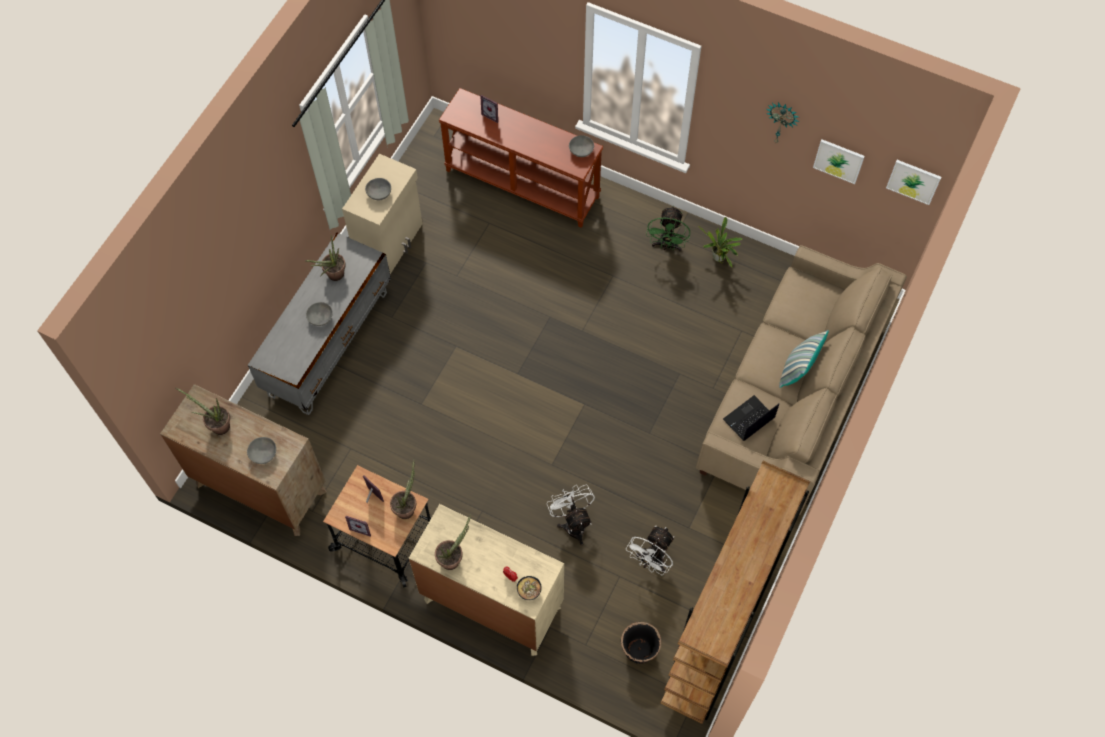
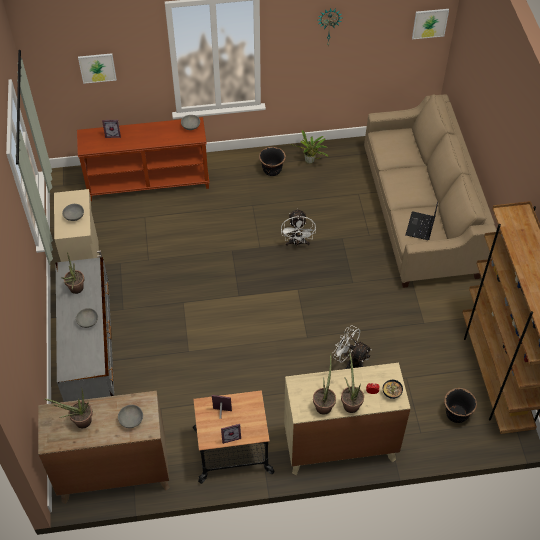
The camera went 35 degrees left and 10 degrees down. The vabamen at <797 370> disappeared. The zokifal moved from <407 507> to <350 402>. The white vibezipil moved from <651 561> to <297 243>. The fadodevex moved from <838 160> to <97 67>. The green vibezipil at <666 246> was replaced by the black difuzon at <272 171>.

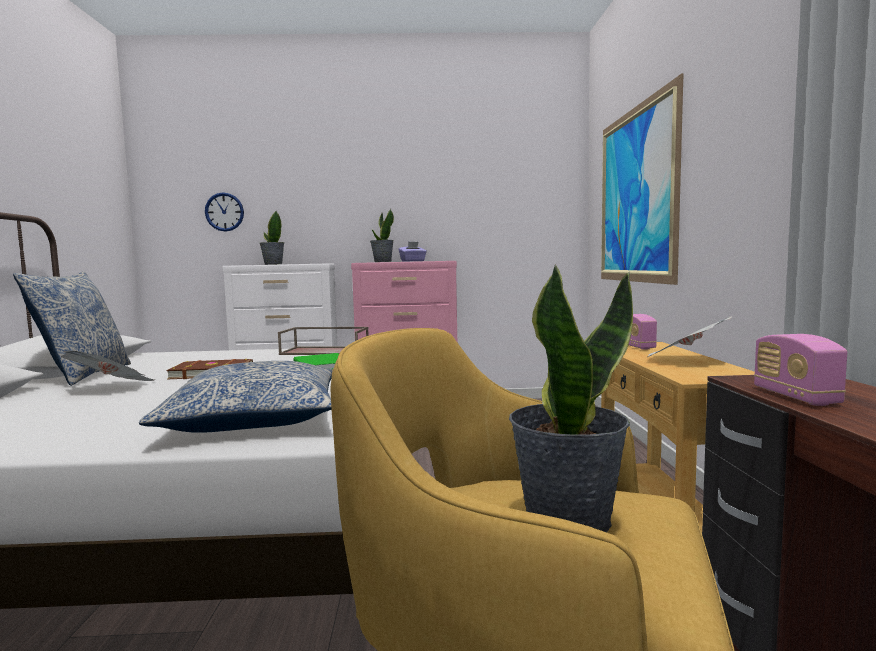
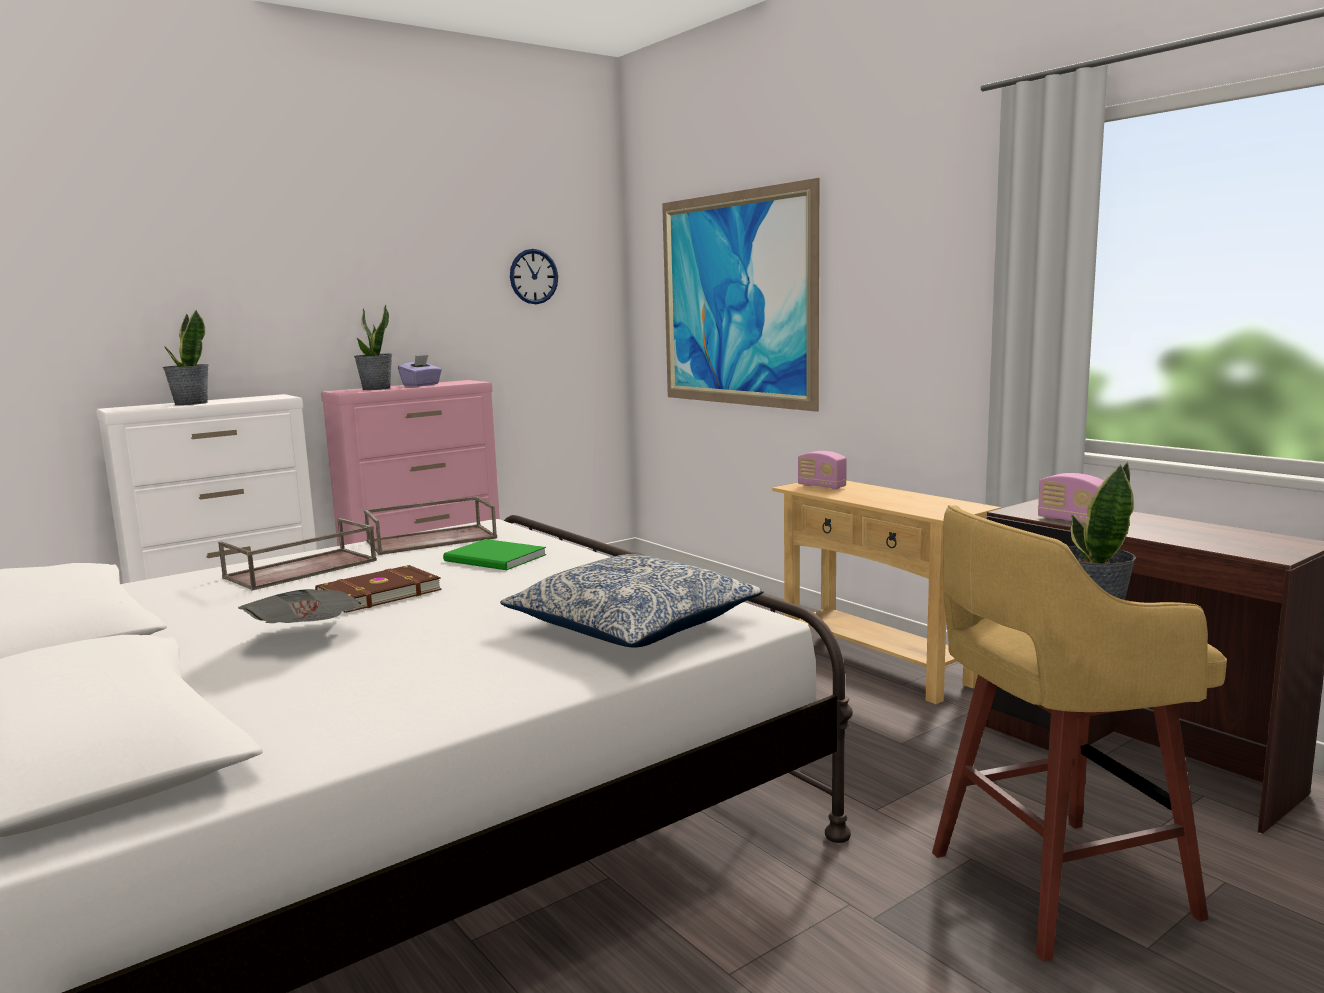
The camera went 35 degrees left and 5 degrees up. The vabamen at <83 375> disappeared. The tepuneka at <684 360> disappeared. The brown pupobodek at <300 570> appeared. The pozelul moved from <224 212> to <533 276>.

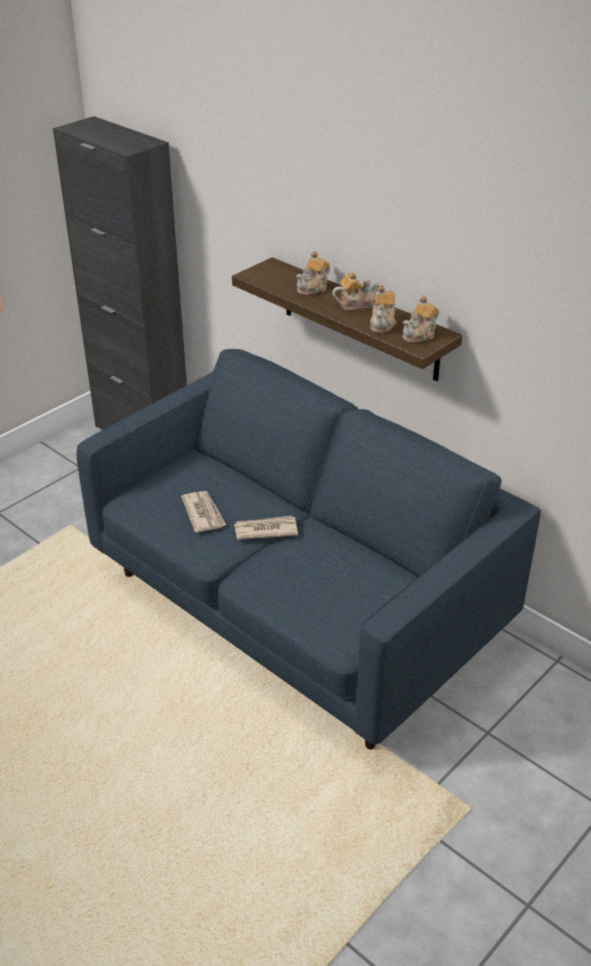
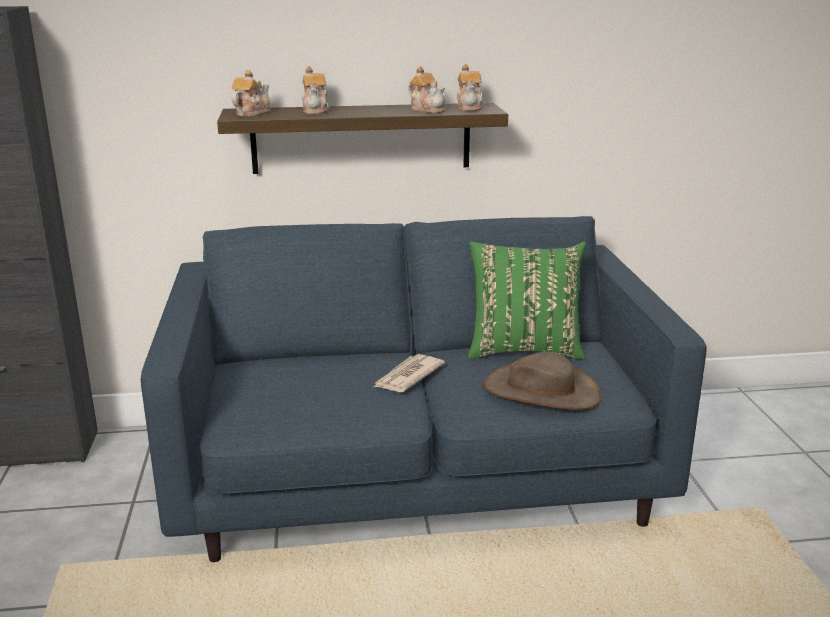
The camera went 50 degrees left and 15 degrees down. The tepuneka at <203 513> disappeared. The green vabamen at <524 350> appeared. The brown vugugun at <541 391> appeared. The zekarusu moved from <356 304> to <251 113>.

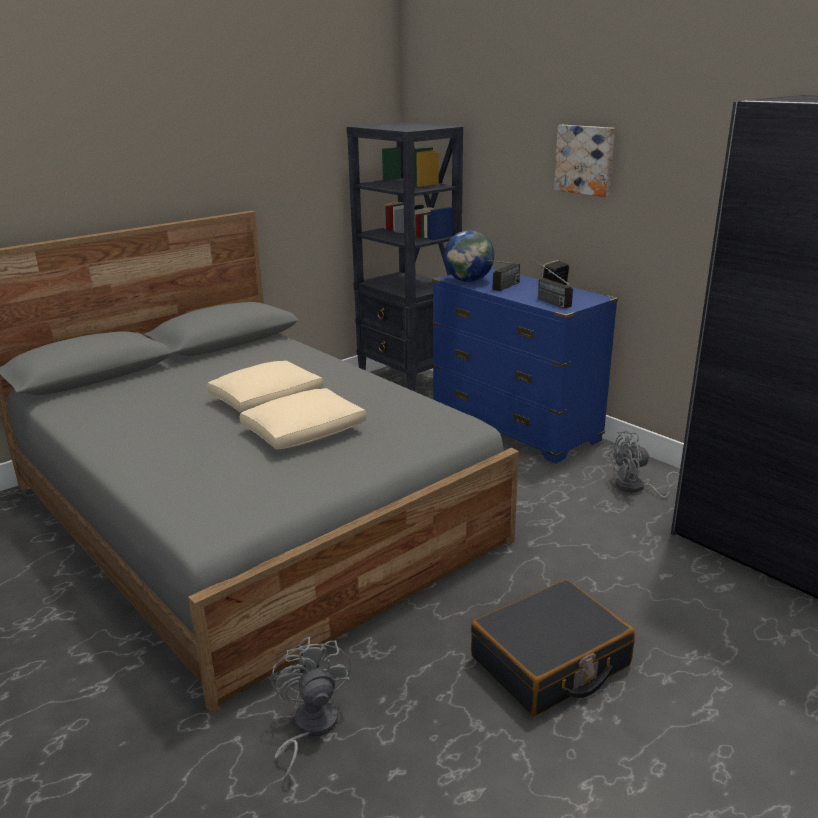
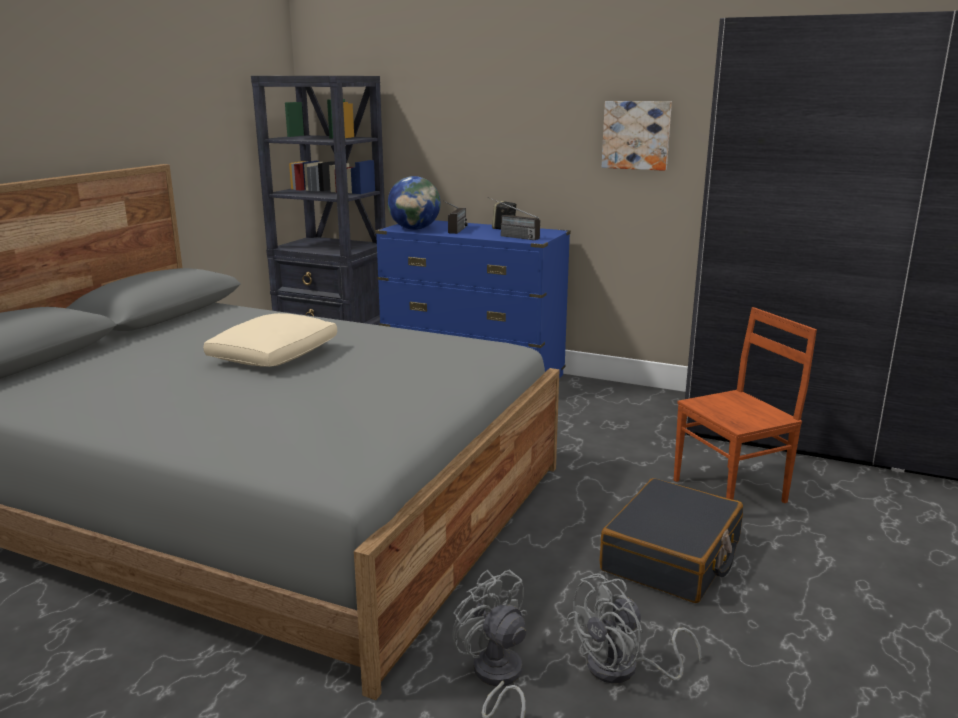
The camera went 25 degrees left and 5 degrees down. The beige vabamen at <303 433> disappeared. The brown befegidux at <731 491> appeared. The fadodevex moved from <585 159> to <636 135>. The grey vibezipil moved from <636 488> to <623 669>.

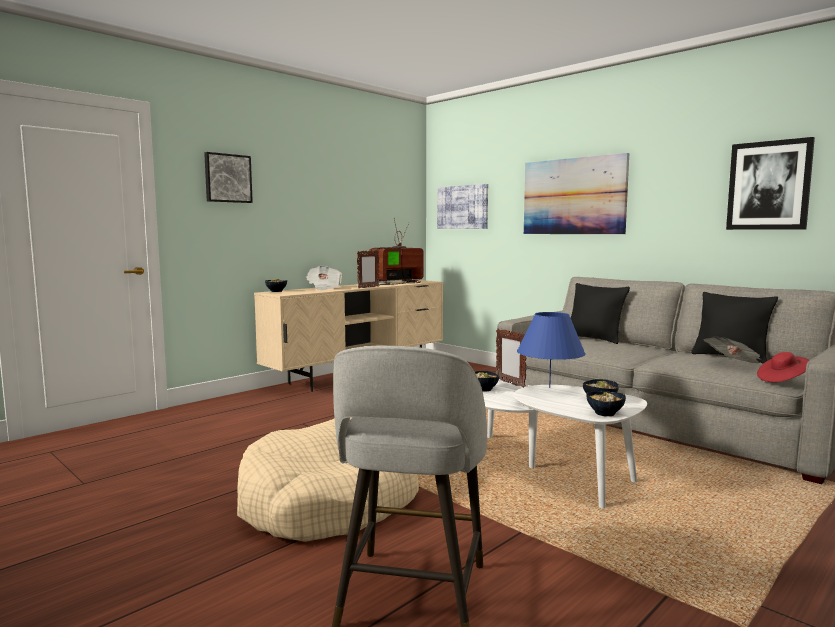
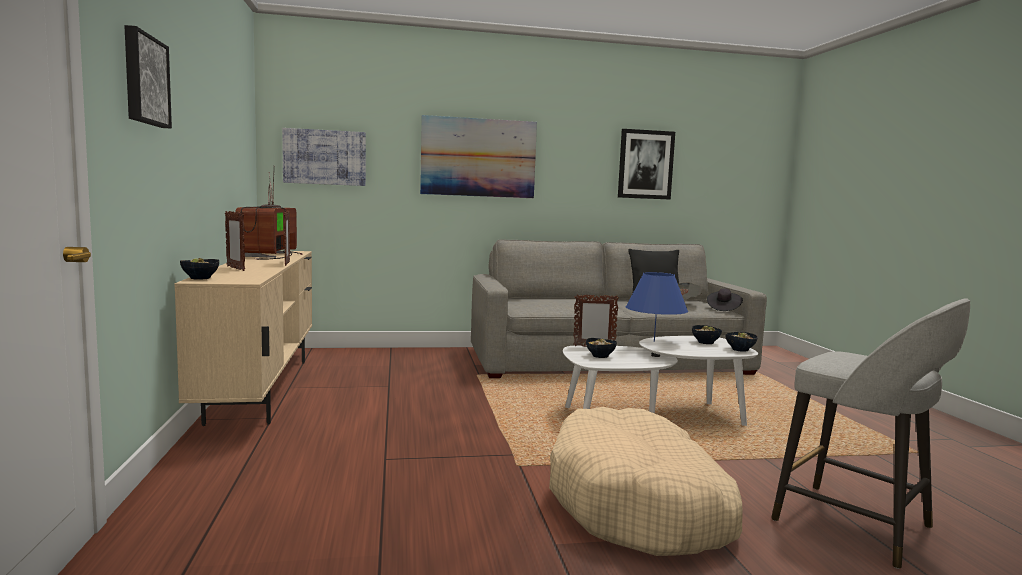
The camera went 55 degrees left and 0 degrees up. The black vabamen at <594 339> disappeared. The tepuneka at <324 288> was replaced by the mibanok at <235 268>. The red vugugun at <783 380> became the black vugugun at <723 308>.

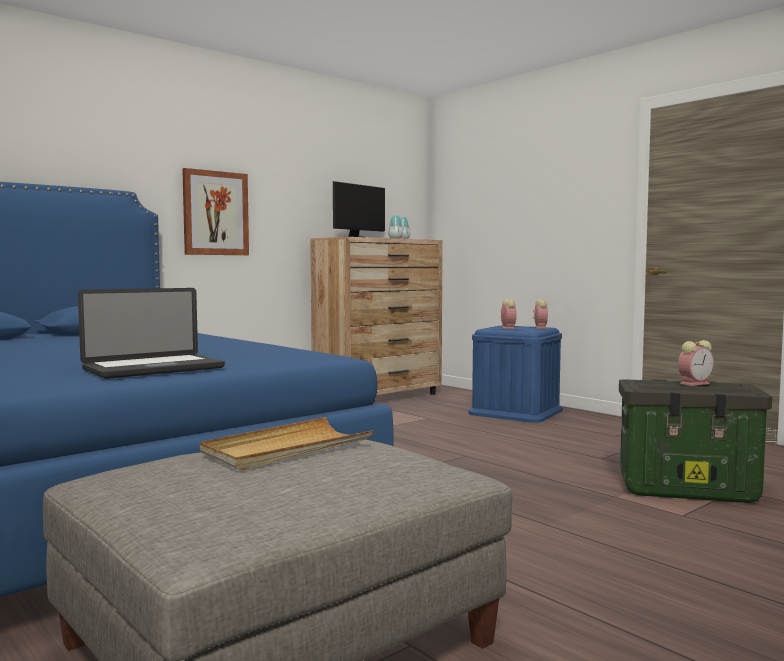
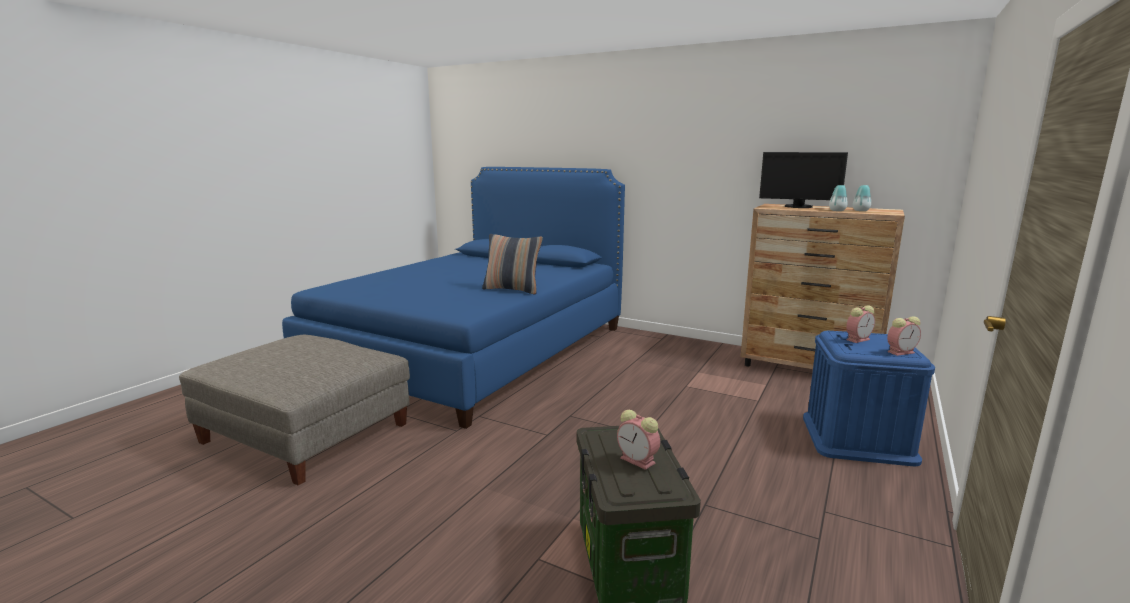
The camera went 70 degrees right and 10 degrees up. The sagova at <154 369> disappeared. The fadodevex at <215 213> disappeared. The beige pupobodek at <287 449> disappeared. The vabamen at <512 290> appeared.

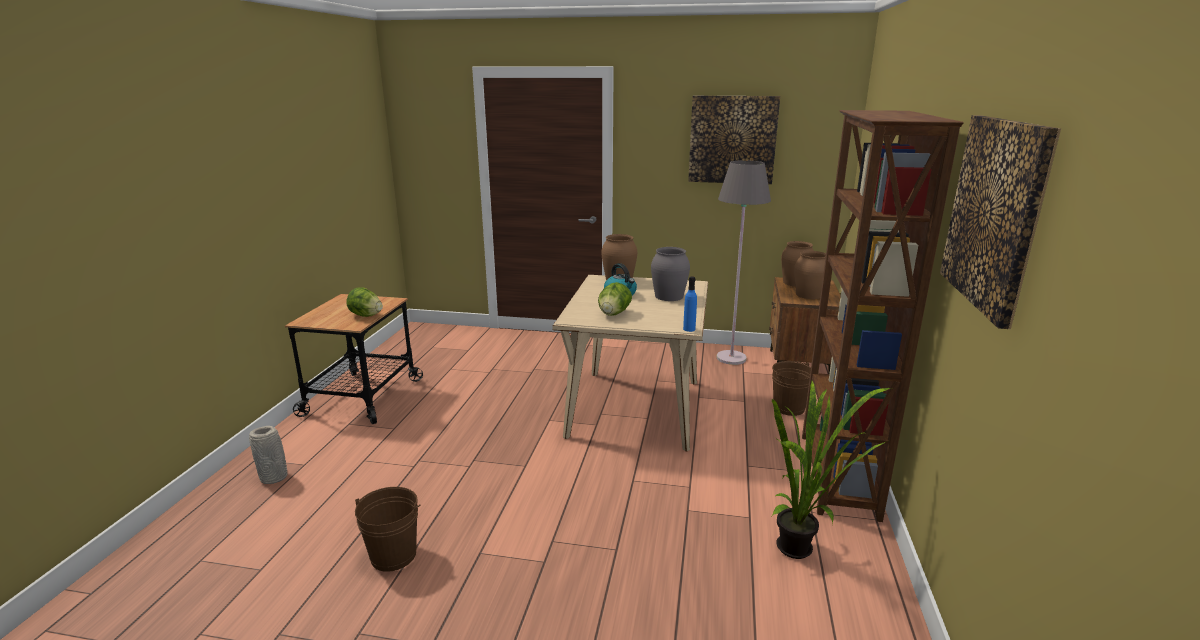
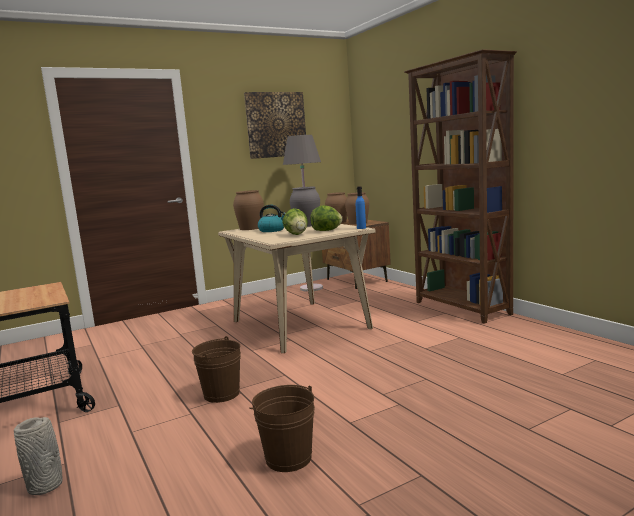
The camera went 40 degrees left and 10 degrees down. The zokifal at <802 552> disappeared. The fadodevex at <995 214> disappeared. The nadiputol moved from <366 315> to <327 230>. The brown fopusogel moved from <789 408> to <221 394>.

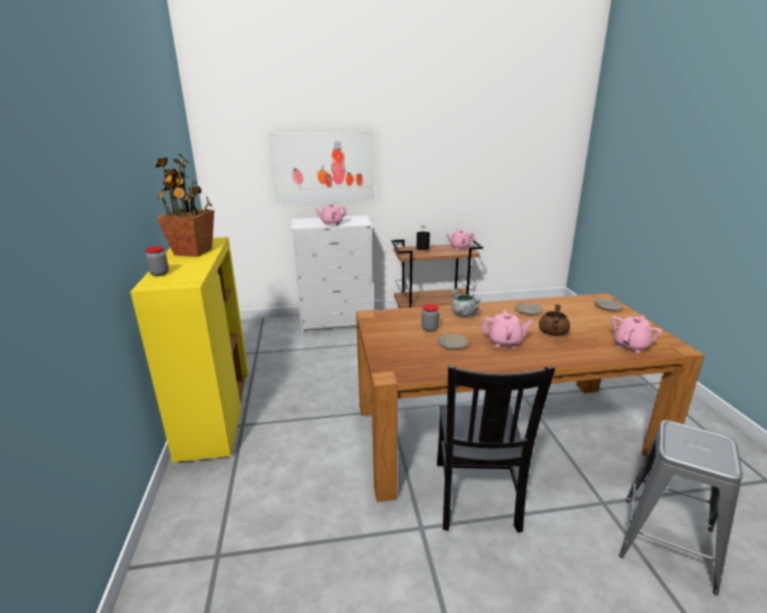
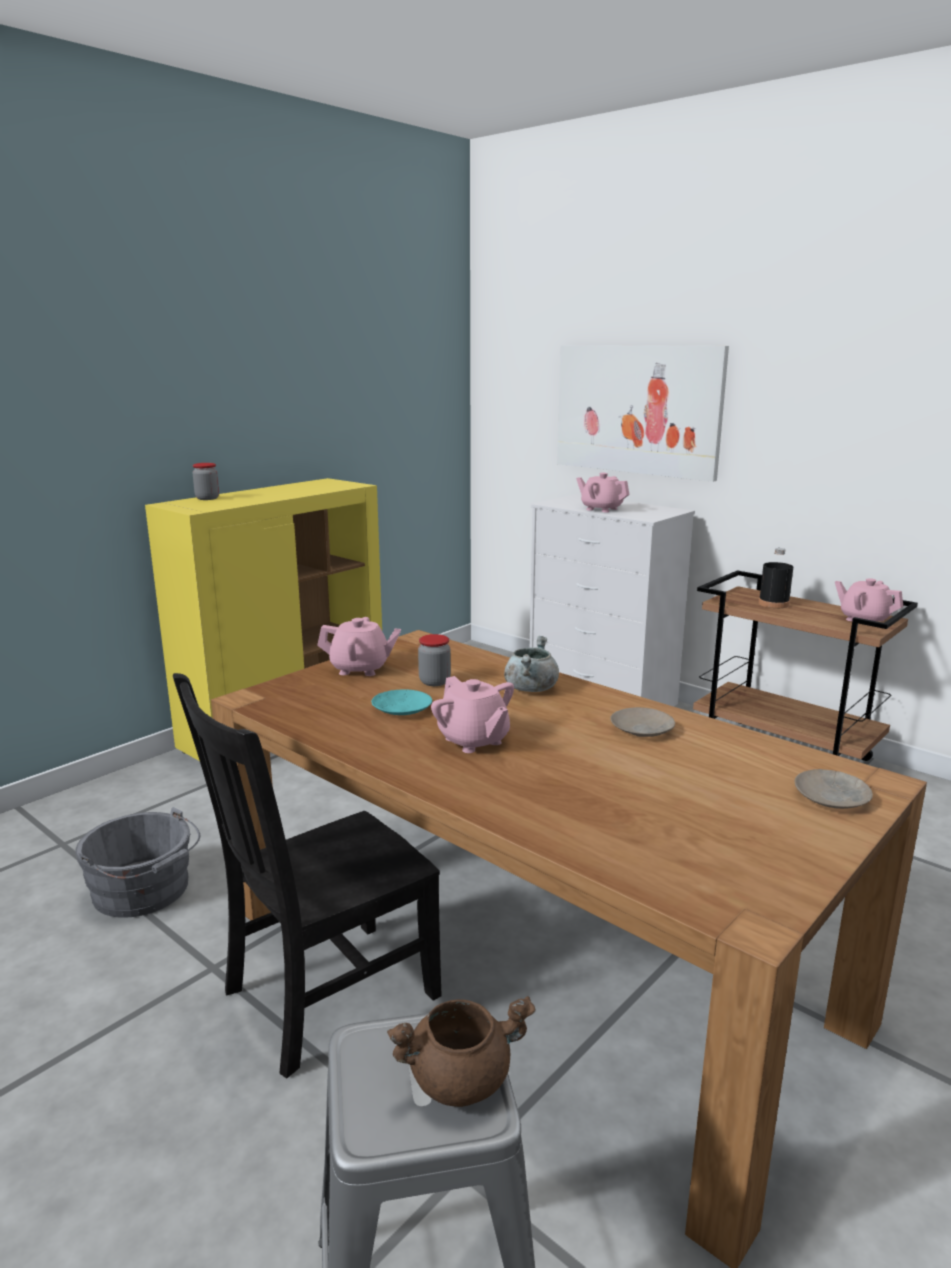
The camera went 50 degrees right and 5 degrees down. The zokifal at <193 252> disappeared. The grey fopusogel at <144 891> appeared. The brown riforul moved from <552 332> to <461 1078>. The pink zekarusu moved from <631 346> to <360 669>. The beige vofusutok at <452 345> became the turquoise vofusutok at <401 709>.

